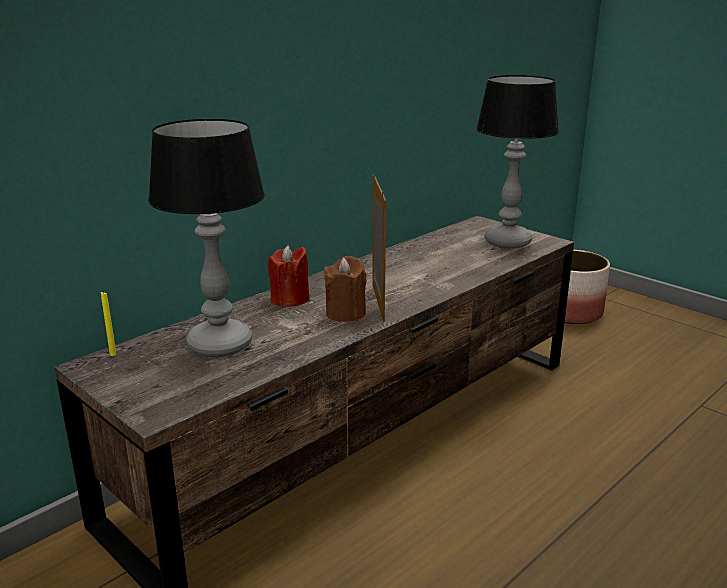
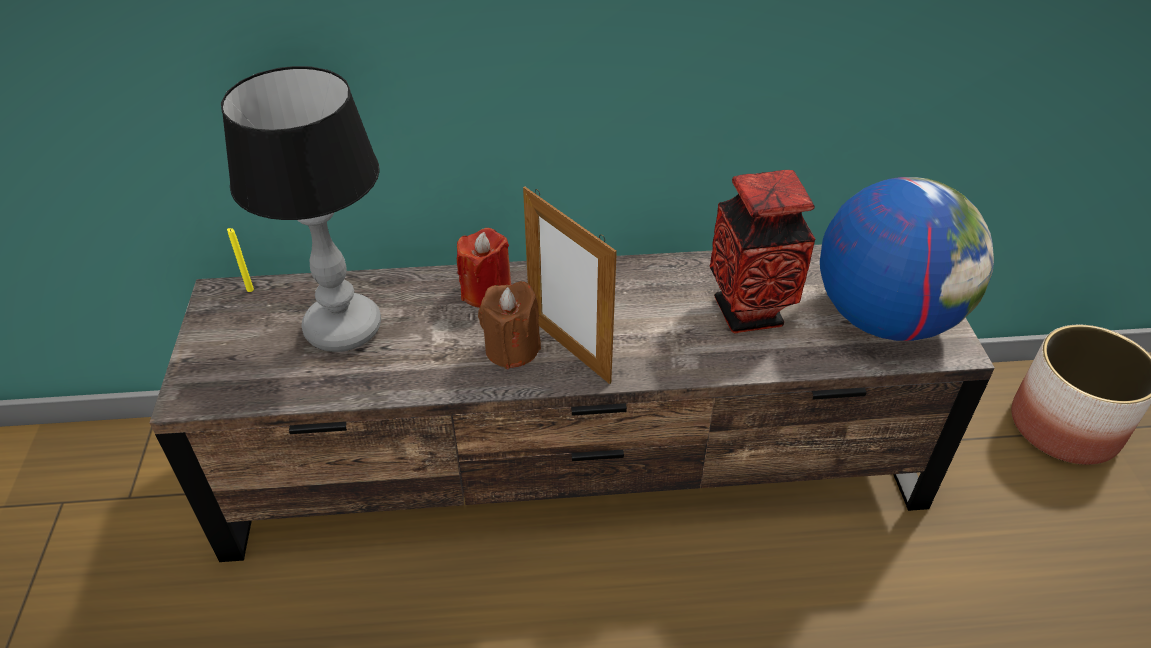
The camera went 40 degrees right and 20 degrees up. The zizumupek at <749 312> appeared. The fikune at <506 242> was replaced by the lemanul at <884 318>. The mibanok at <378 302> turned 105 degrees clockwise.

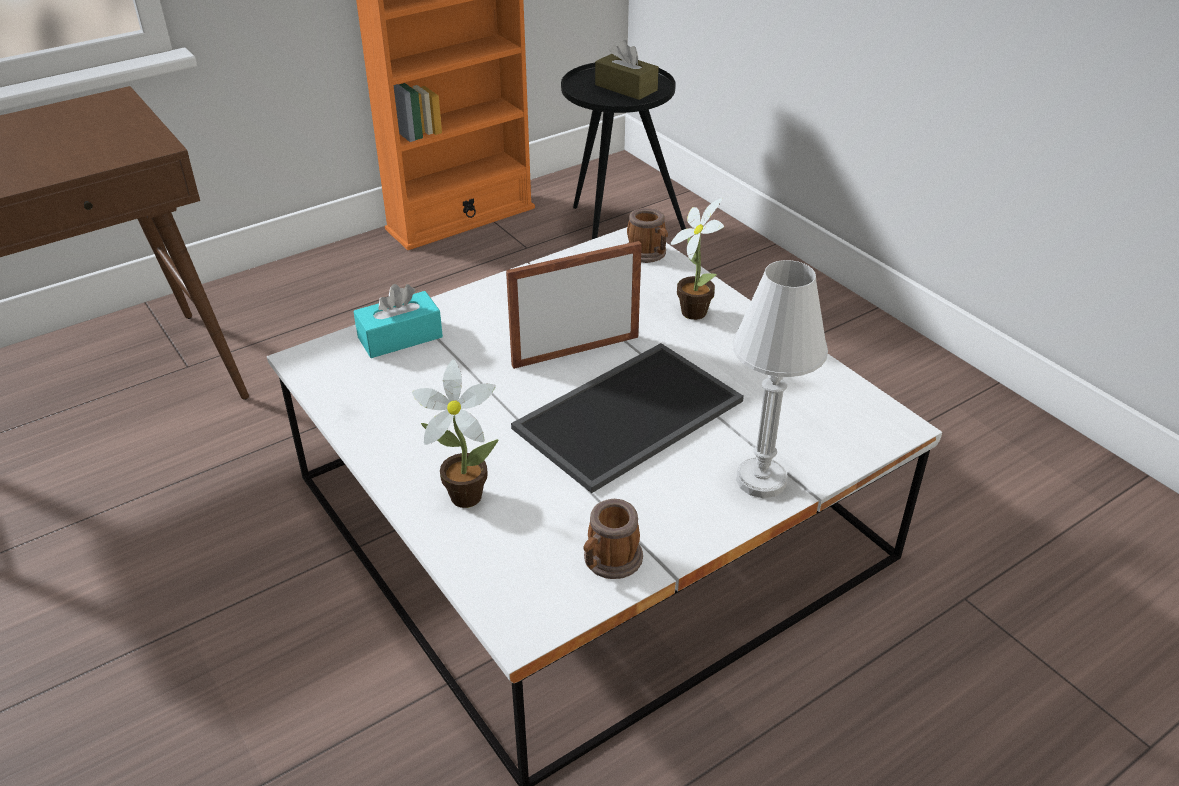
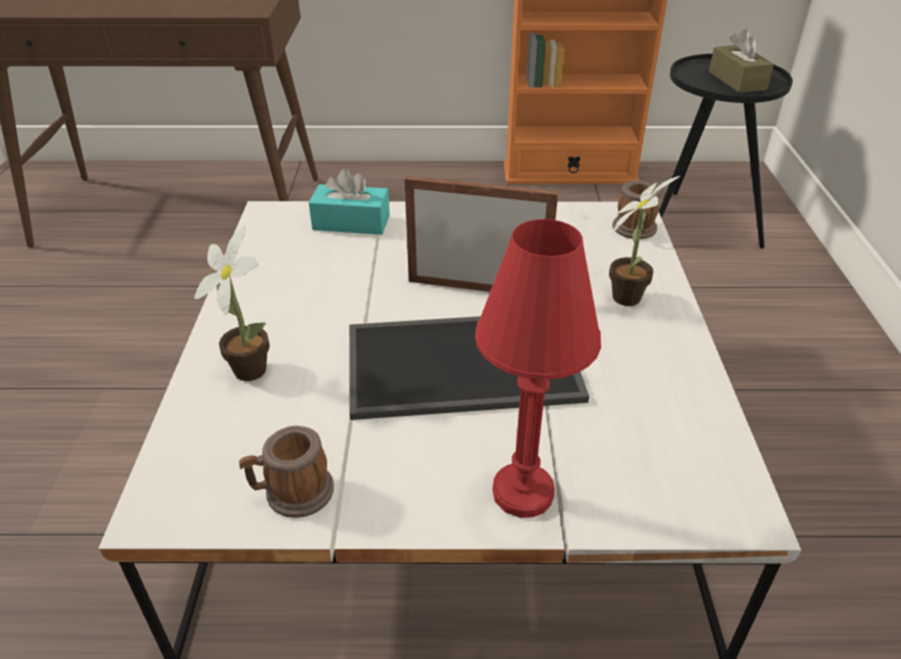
The camera went 35 degrees right and 0 degrees up. The white fikune at <761 480> became the red fikune at <523 493>.

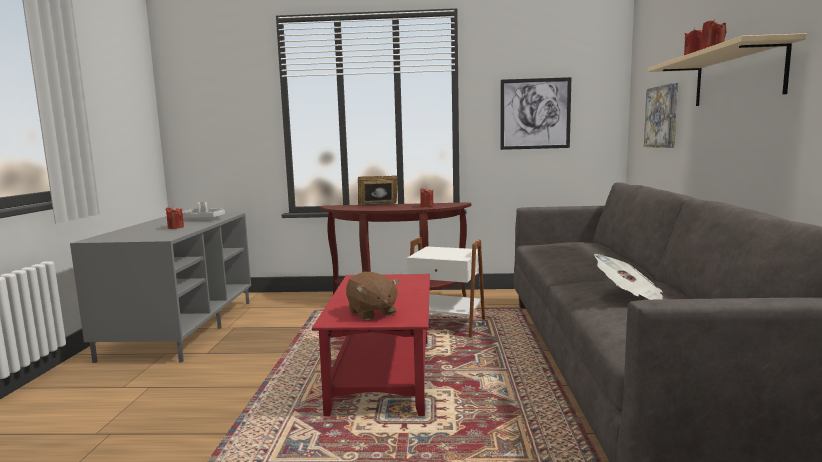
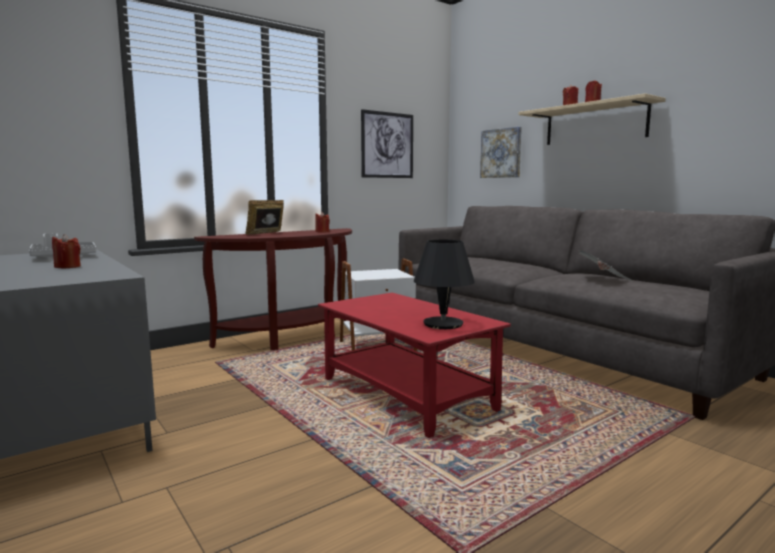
The camera went 40 degrees left and 0 degrees up. The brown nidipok at <371 313> was replaced by the black fikune at <443 324>.

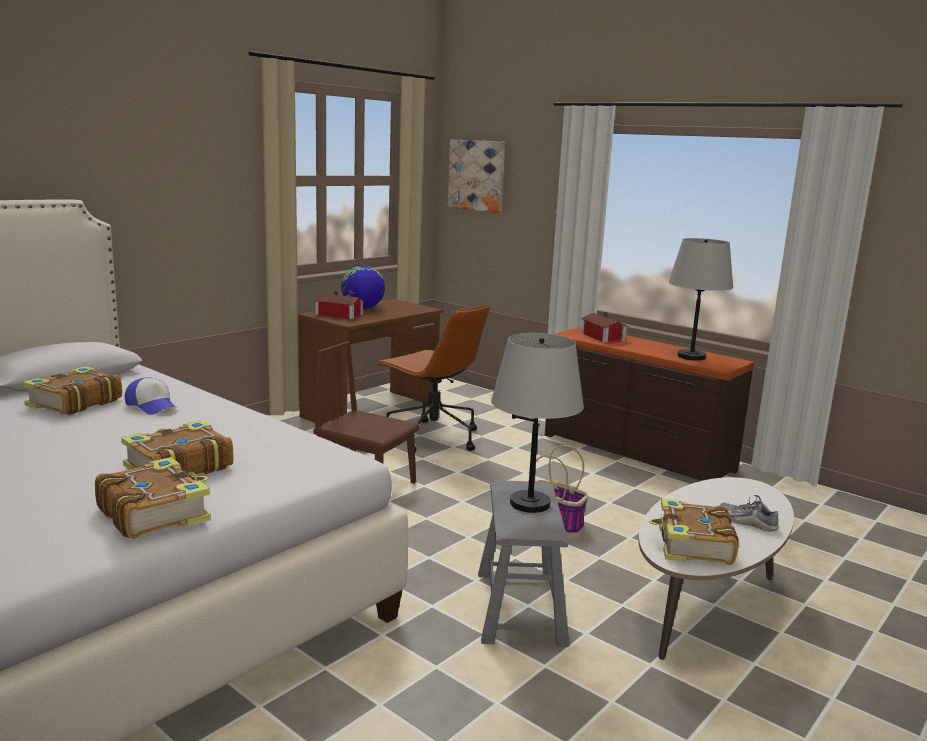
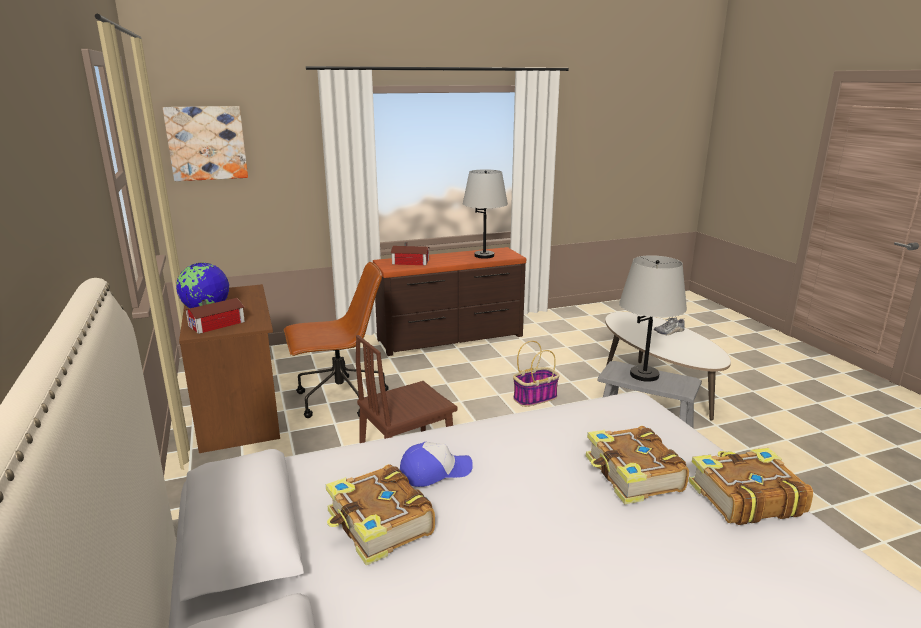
The camera went 60 degrees left and 5 degrees up. The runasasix at <692 545> disappeared.

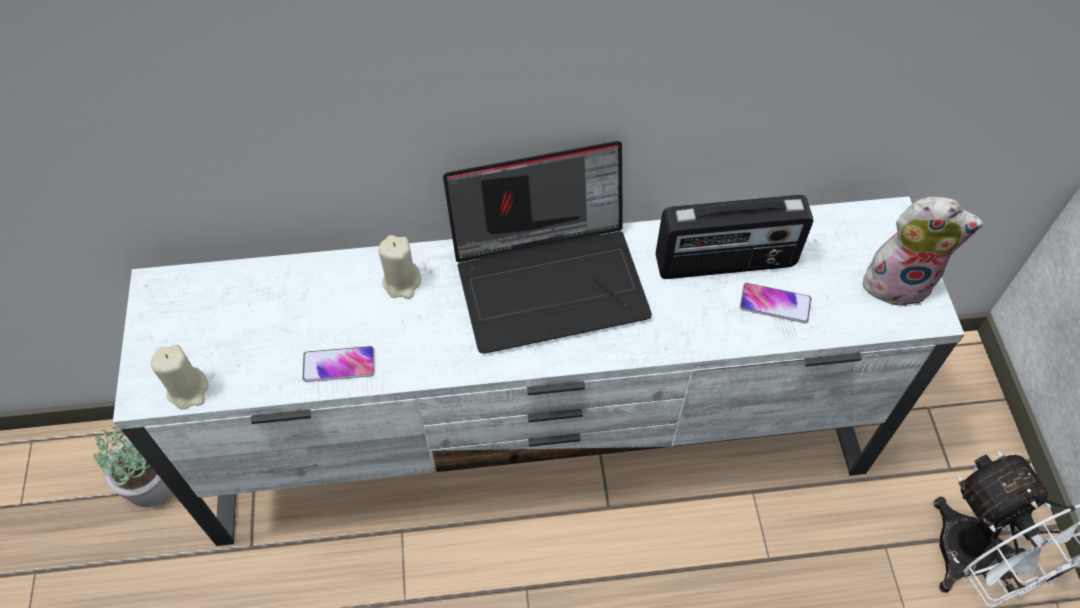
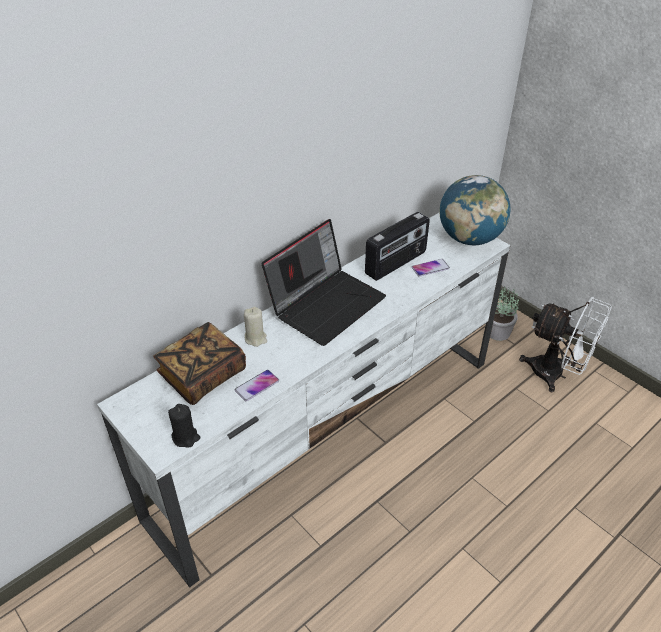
The camera went 35 degrees left and 15 degrees down. The runasasix at <203 375> appeared. The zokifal moved from <151 485> to <498 332>. The nidipok at <899 281> was replaced by the lemanul at <470 238>. The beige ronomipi at <188 390> became the black ronomipi at <186 437>.

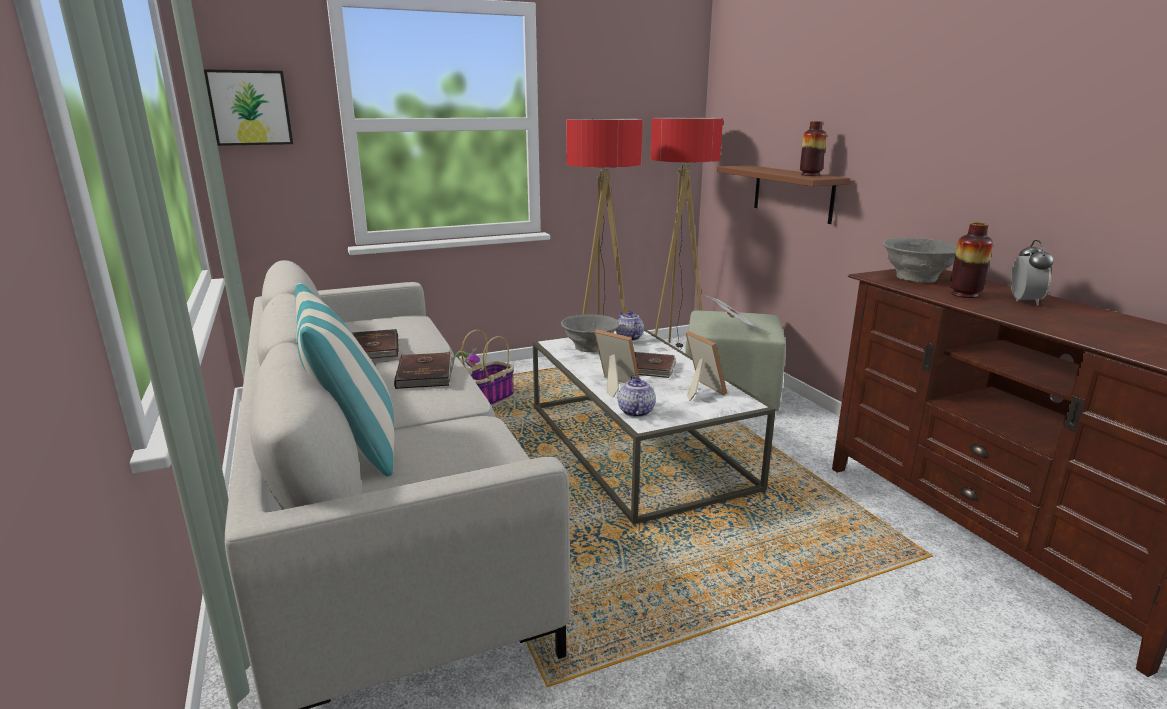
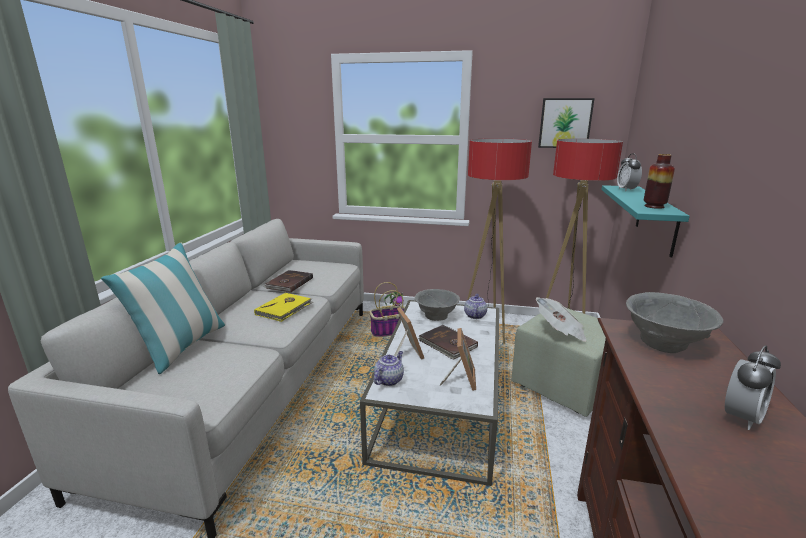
The camera went 35 degrees right and 0 degrees up. The zizumupek at <964 294> disappeared. The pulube at <626 190> appeared. The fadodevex moved from <250 108> to <565 123>. The brown runasasix at <426 373> became the yellow runasasix at <284 309>. The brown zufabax at <792 193> became the turquoise zufabax at <656 219>.

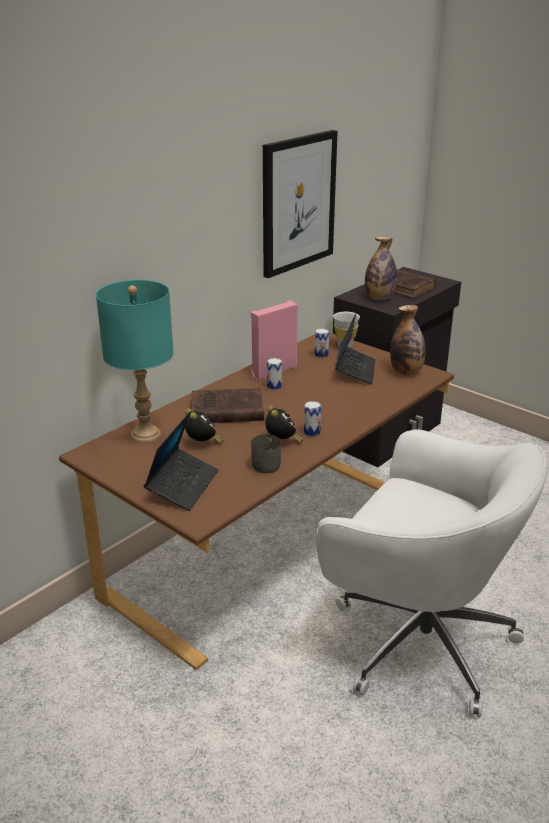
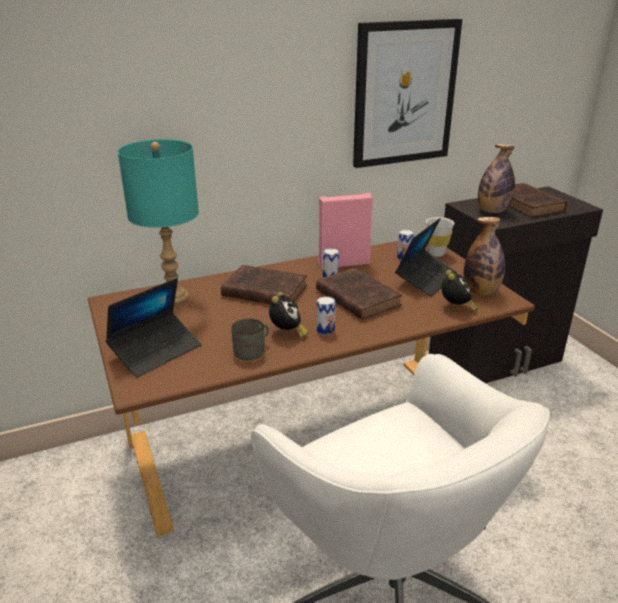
The camera went 25 degrees right and 0 degrees up. The brown runasasix at <356 297> appeared. The pulube moved from <203 444> to <456 308>.

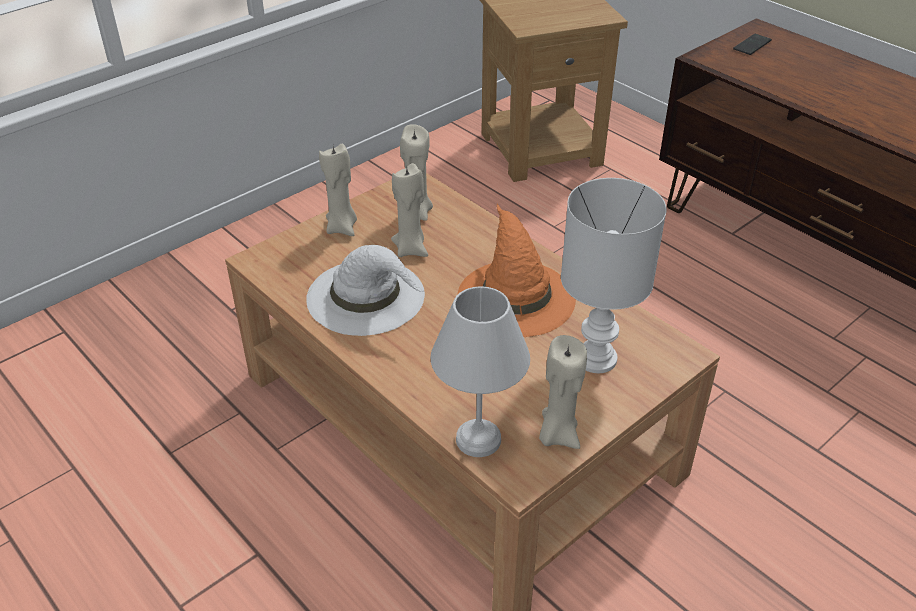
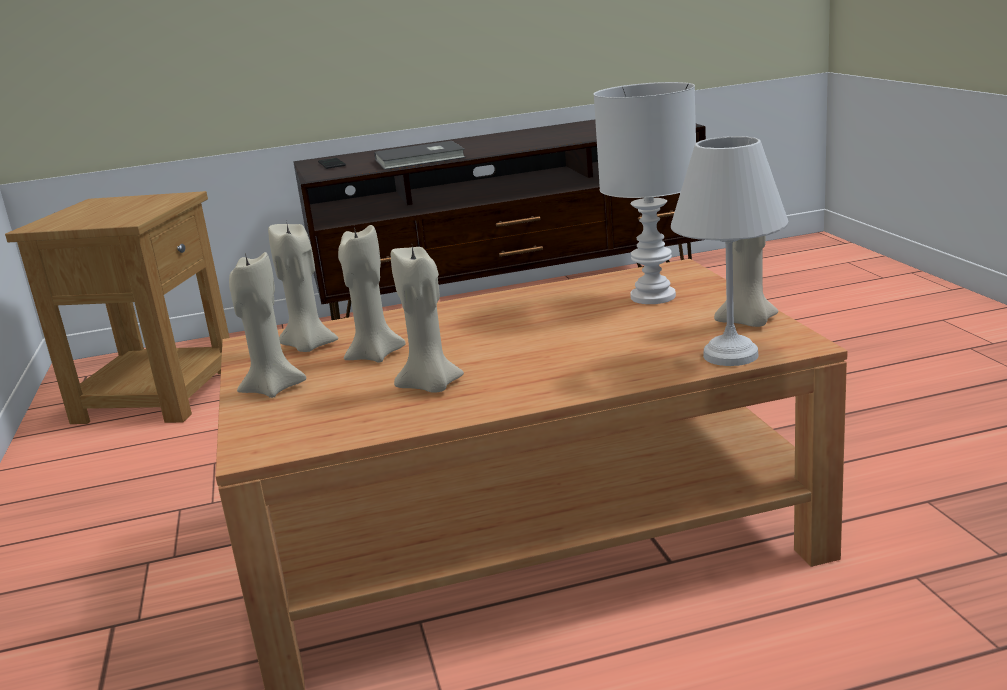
The camera went 60 degrees left and 20 degrees down. The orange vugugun at <515 296> disappeared. The grey runasasix at <421 159> appeared. The white vugugun at <367 297> was replaced by the beige ronomipi at <431 387>.

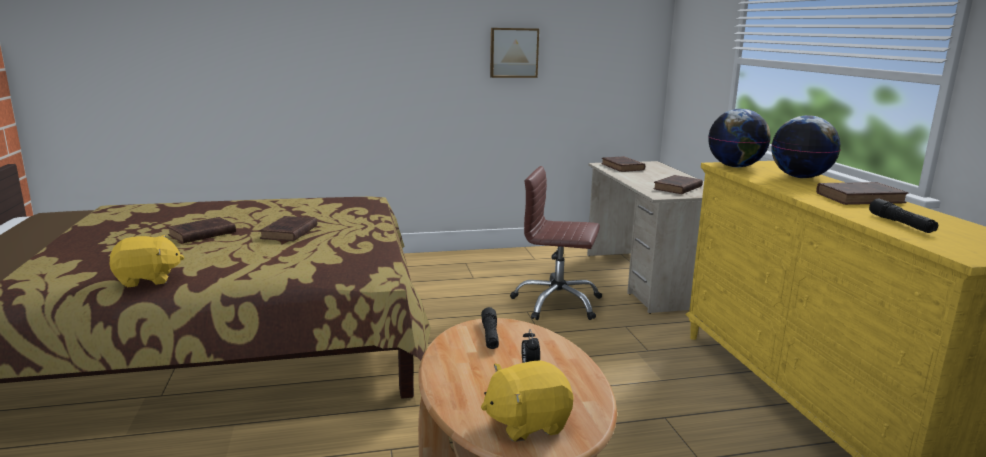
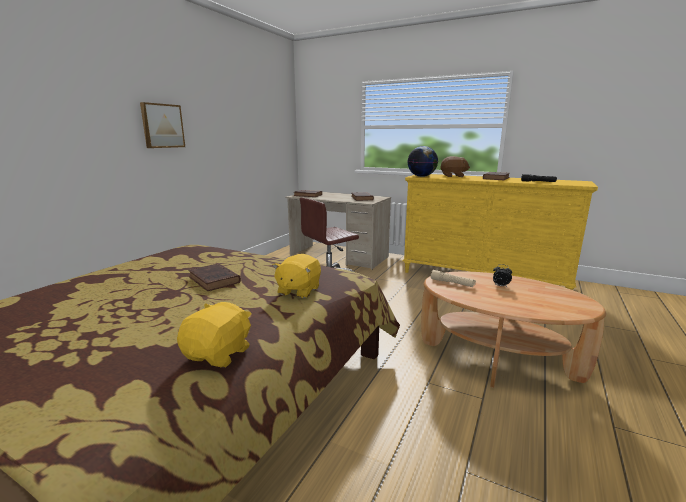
The camera went 50 degrees left and 0 degrees up. The brown runasasix at <200 234> disappeared. The yellow nidipok moved from <527 423> to <298 290>. The fadodevex moved from <513 52> to <162 126>. The lemanul at <800 177> was replaced by the brown nidipok at <453 176>. The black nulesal at <490 335> became the beige nulesal at <452 283>.

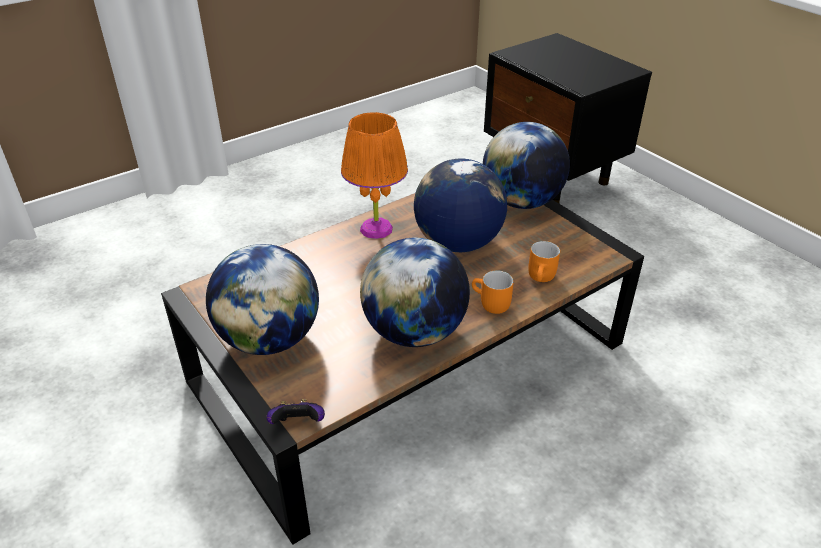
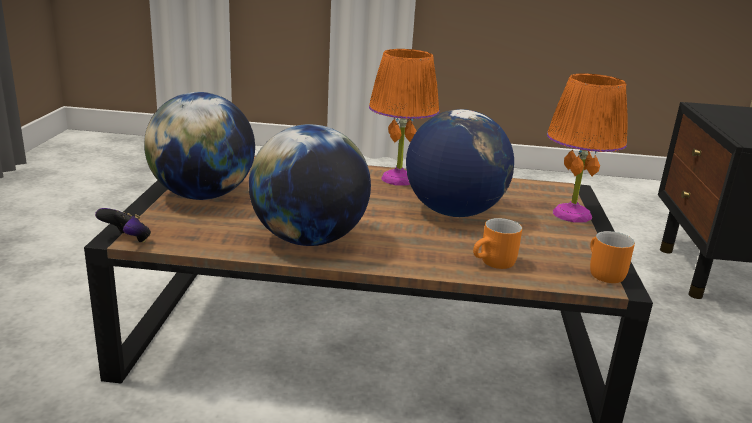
The camera went 40 degrees right and 15 degrees down. The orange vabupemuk moved from <490 305> to <601 273>. The lemanul at <521 202> was replaced by the orange fikune at <571 214>.

